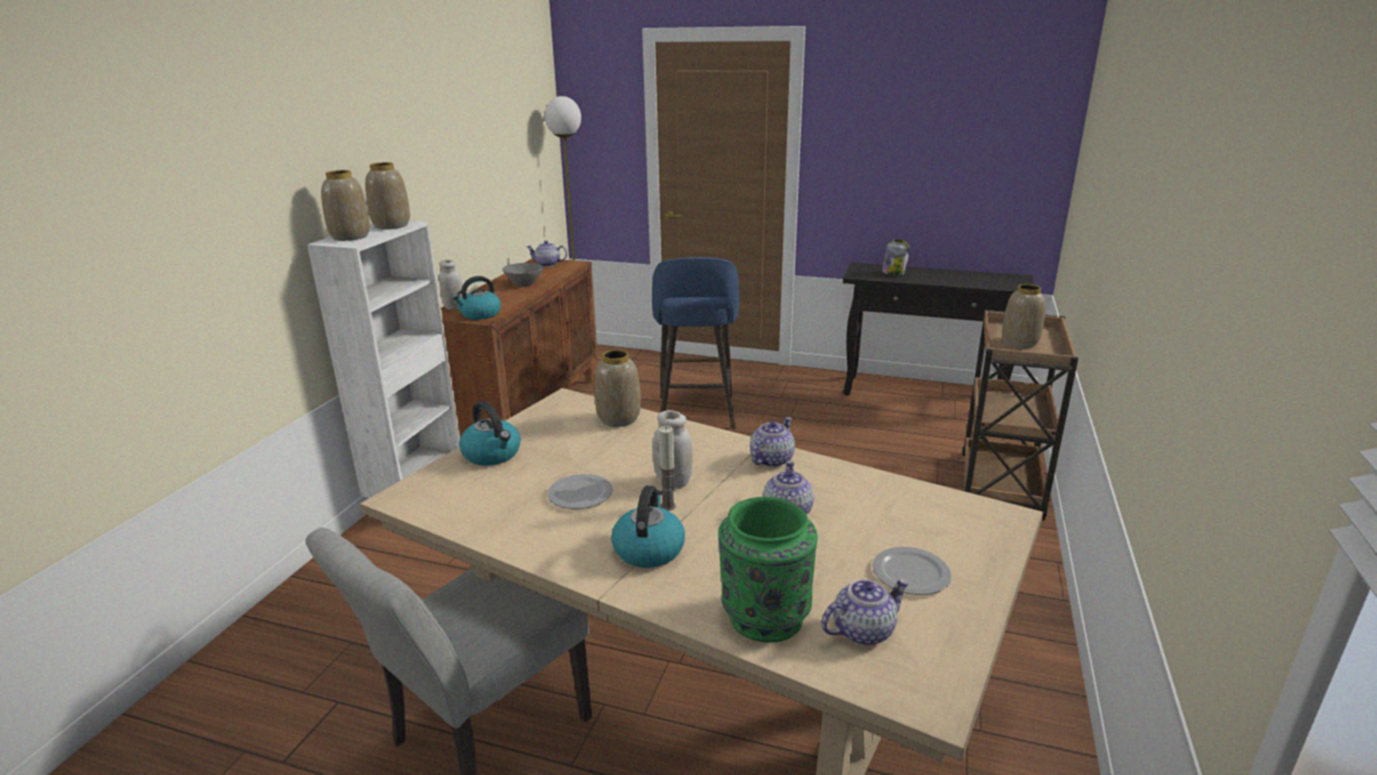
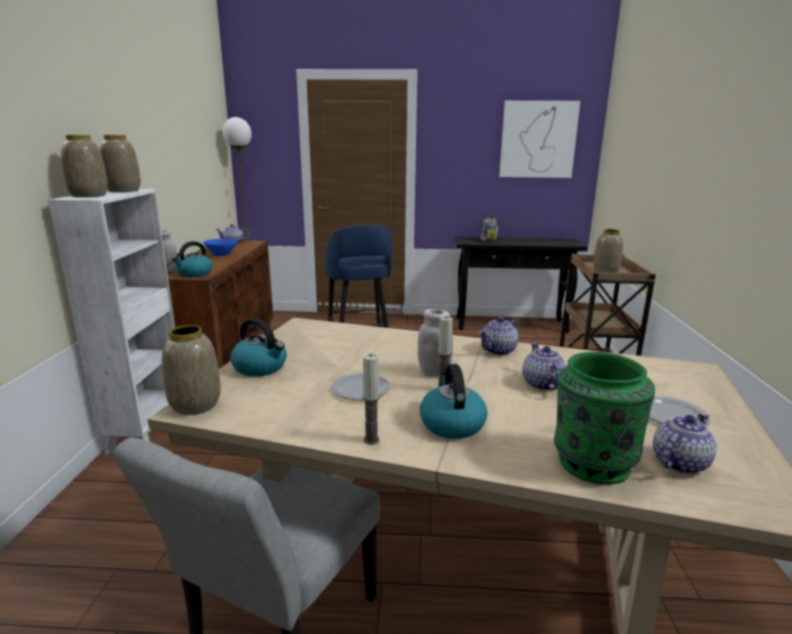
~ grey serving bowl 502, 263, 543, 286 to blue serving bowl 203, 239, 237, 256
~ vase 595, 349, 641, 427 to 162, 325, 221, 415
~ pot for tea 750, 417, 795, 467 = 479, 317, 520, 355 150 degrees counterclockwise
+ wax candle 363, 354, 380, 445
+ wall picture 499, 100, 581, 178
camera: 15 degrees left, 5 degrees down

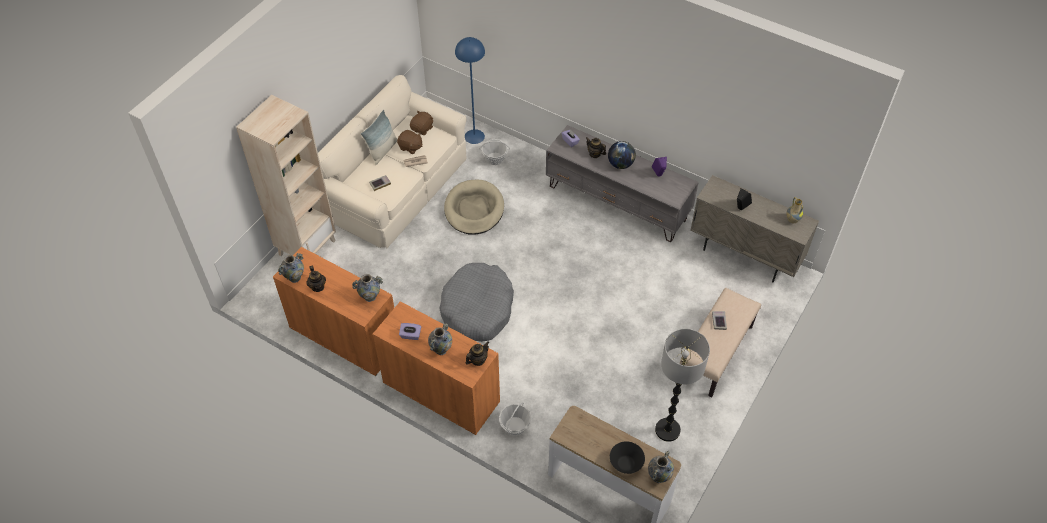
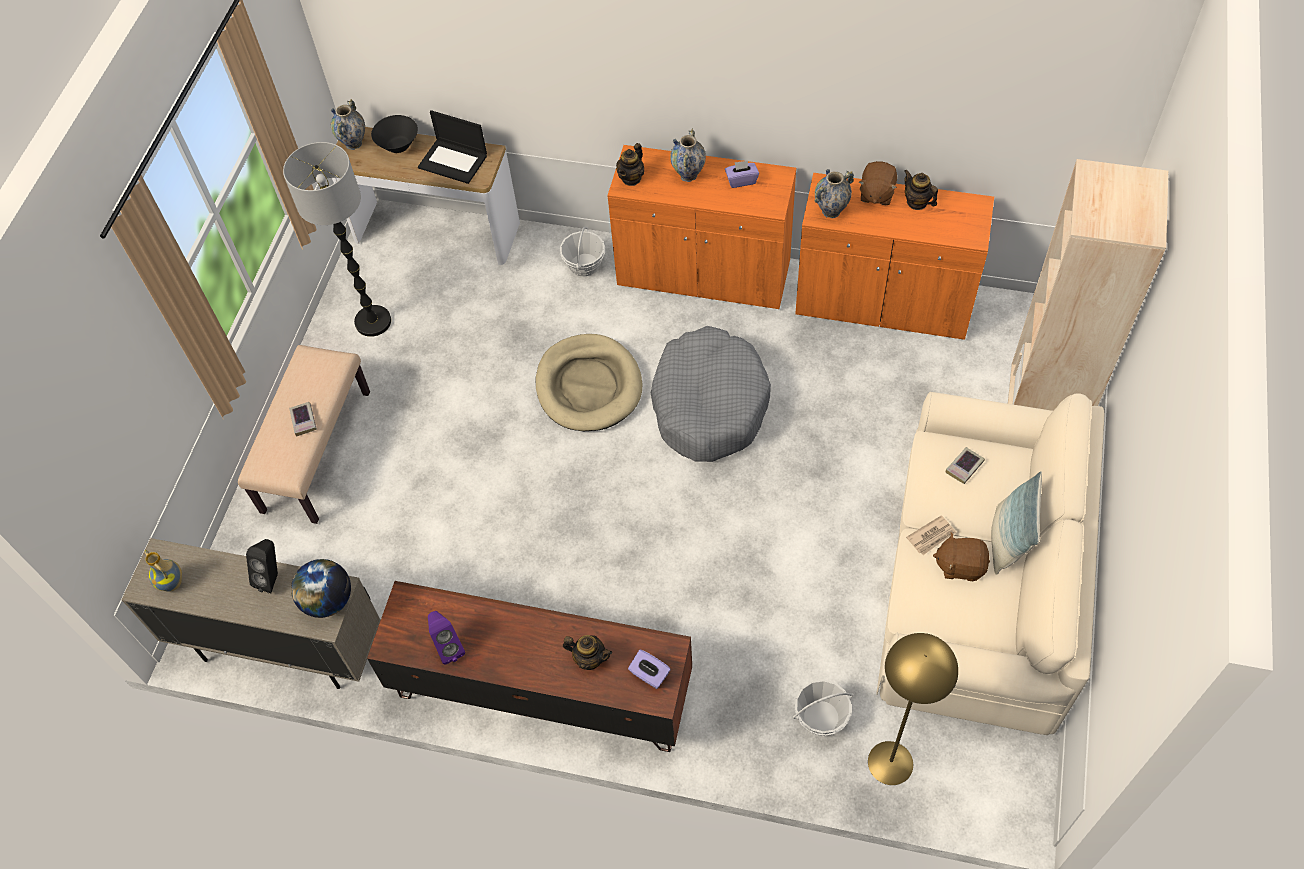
- vase 278, 253, 304, 283
~ brown-coloured cuddly toy 410, 111, 434, 135 to 859, 161, 897, 205
~ beige pet bed 444, 180, 504, 235 to 536, 334, 642, 431
~ blue standard lamp 455, 37, 485, 144 to yellowish standard lamp 868, 633, 958, 785
~ grey tv stand 546, 125, 699, 242 to brown-coloured tv stand 367, 581, 692, 752
~ globe 608, 141, 636, 169 to 291, 559, 351, 618
+ laptop 418, 110, 487, 184
camera: 165 degrees right, 5 degrees up

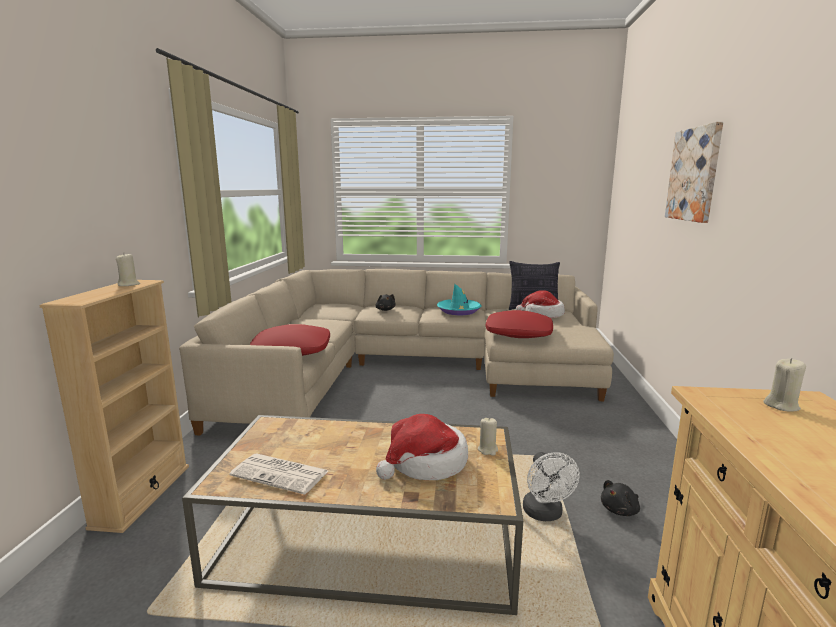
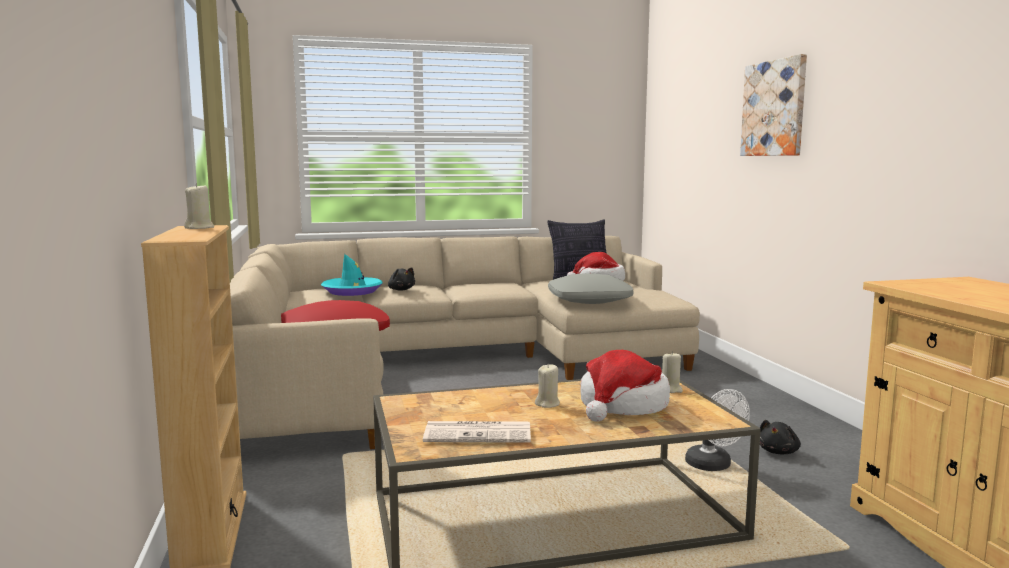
~ turquoise-coloured wearable hat 437, 284, 482, 315 to 321, 254, 382, 296
~ red-coloured throw pillow 486, 310, 553, 338 to grey throw pillow 548, 273, 634, 304
~ beige wax candle 763, 358, 806, 411 to 535, 364, 560, 408
camera: 20 degrees left, 5 degrees down

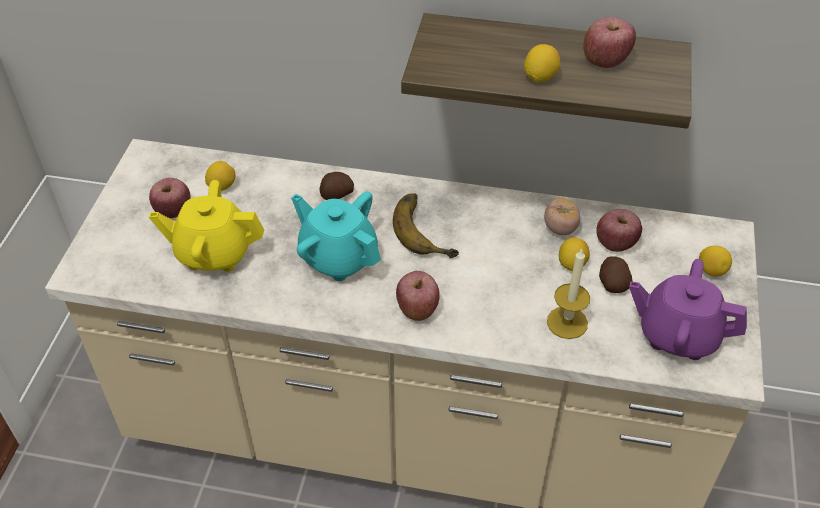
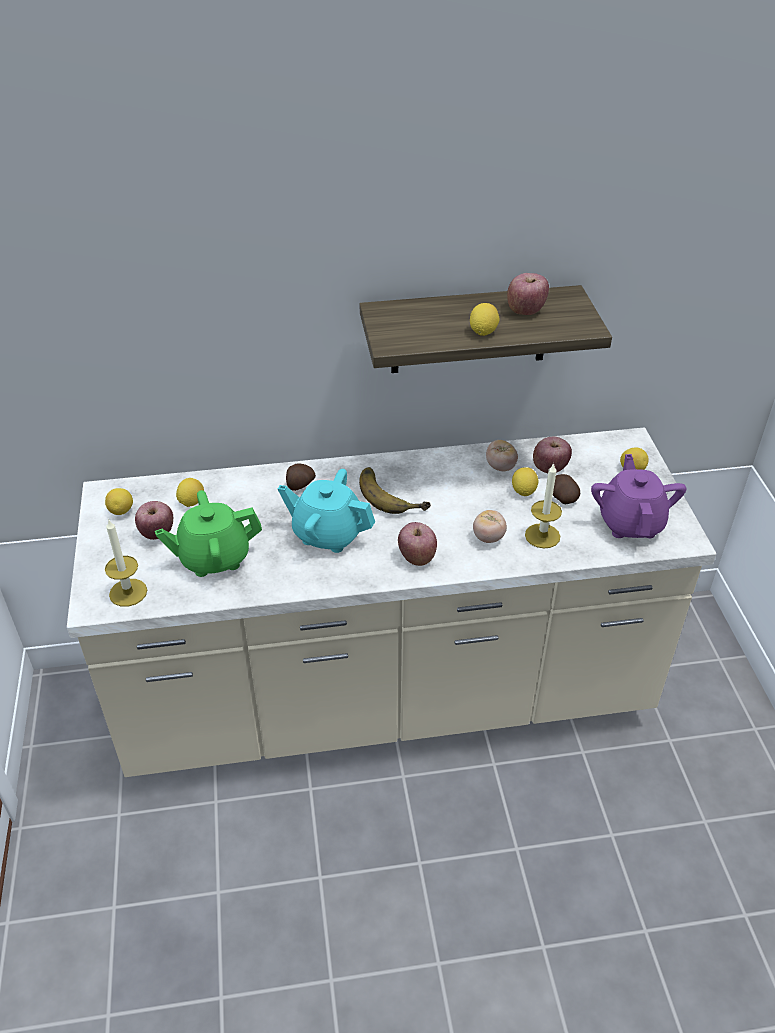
~ yellowish pot for tea 149, 180, 264, 272 to green-coloured pot for tea 155, 490, 262, 577
~ purplish pot for tea 629, 259, 747, 360 = 591, 454, 686, 538 90 degrees clockwise
+ lemon 105, 488, 133, 515
+ wax candle 105, 519, 147, 607
+ tomato 473, 510, 507, 543
camera: 20 degrees left, 5 degrees down

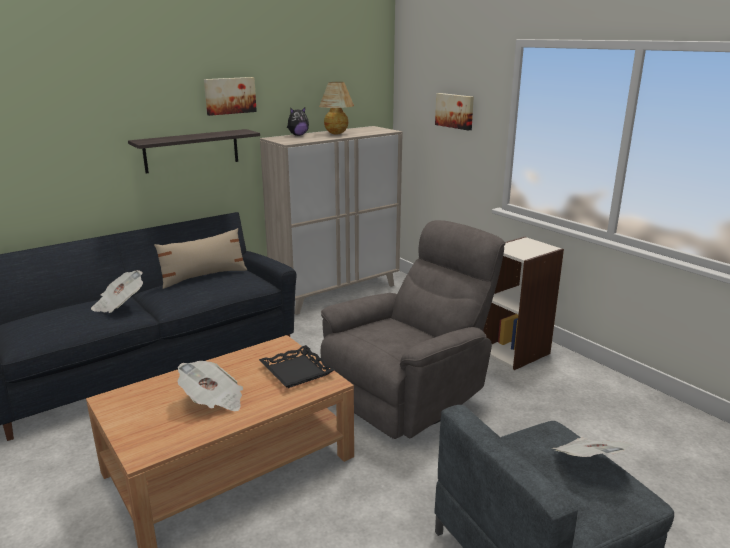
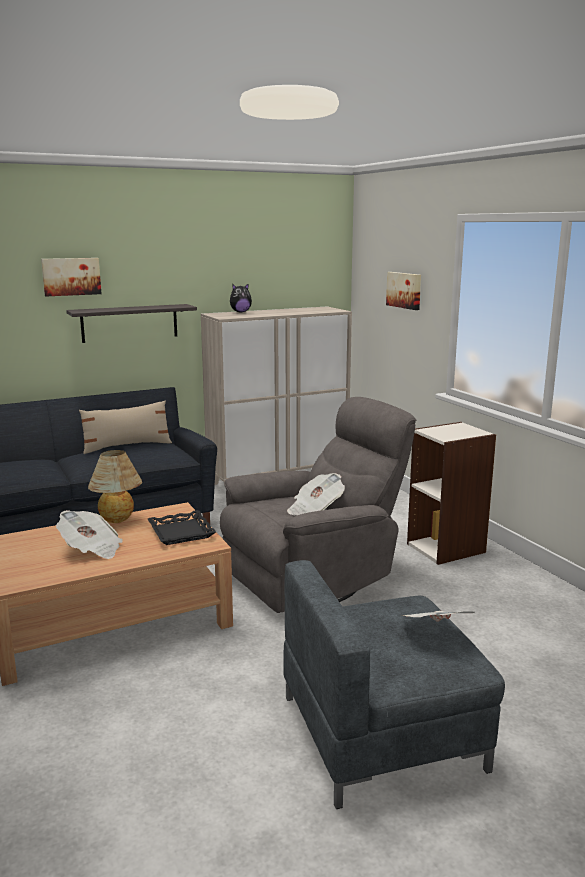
~ printed paper 91, 270, 143, 313 to 287, 473, 345, 515
~ wall picture 204, 77, 257, 116 to 41, 258, 101, 296
~ lamp for a table 319, 82, 354, 135 to 88, 450, 142, 523
camera: 10 degrees right, 5 degrees down

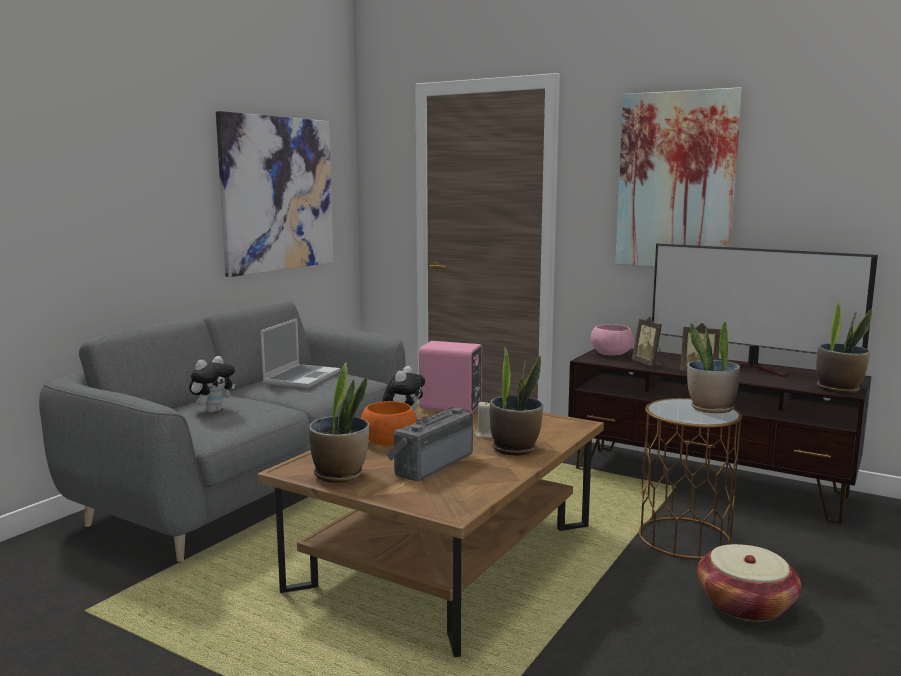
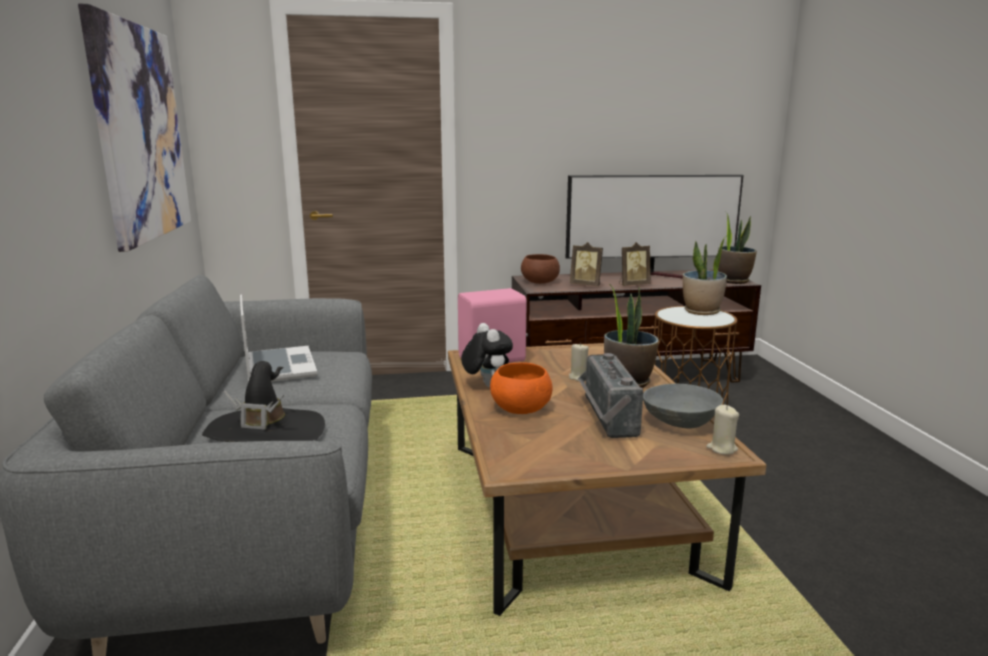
~ cuddly toy 189, 356, 235, 413 to blackish wearable hat 202, 361, 325, 442
- potted plant 309, 362, 369, 483
~ pink serving bowl 591, 324, 634, 356 to brown-coloured serving bowl 521, 254, 560, 284
- wall picture 616, 87, 742, 267
- storage basket 697, 544, 801, 622
+ grey serving bowl 643, 384, 723, 429
+ beige wax candle 706, 405, 739, 455
camera: 40 degrees left, 5 degrees up

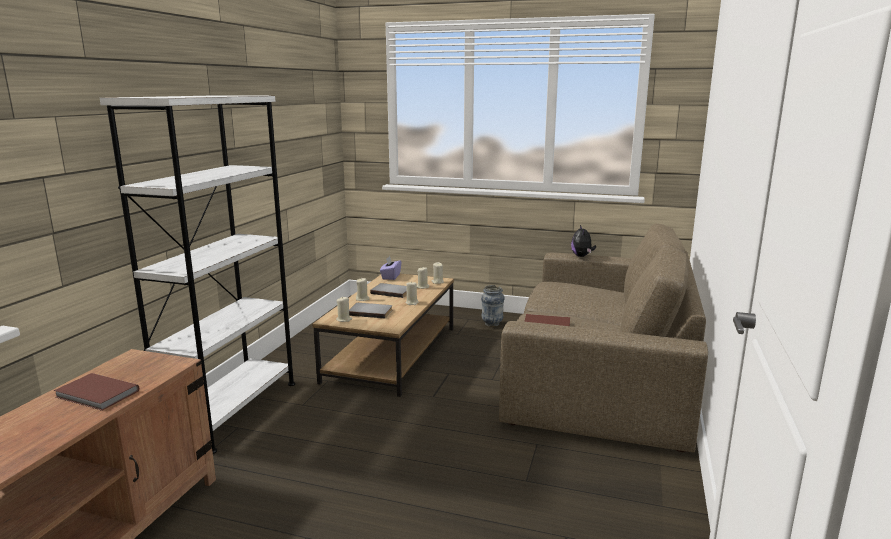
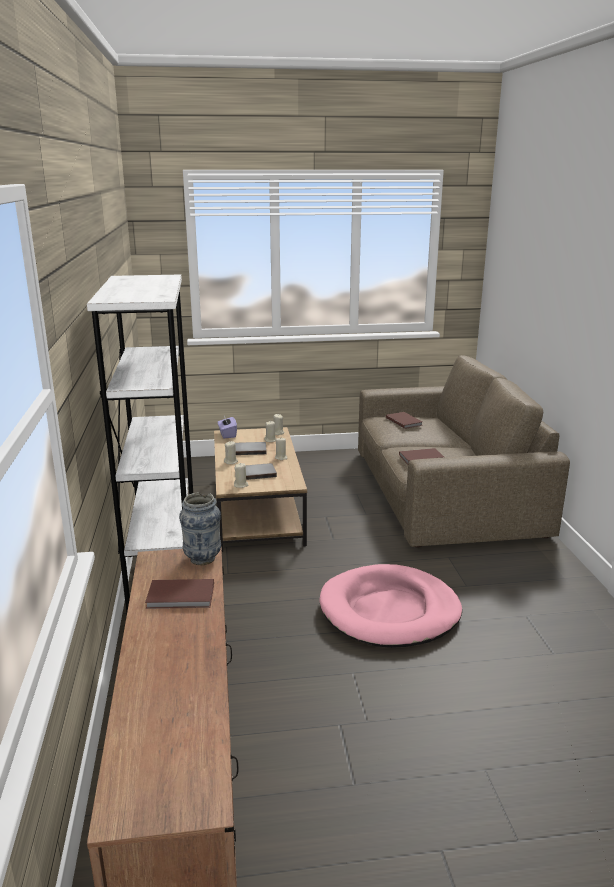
~ vase 481, 285, 505, 327 to 179, 492, 221, 565
- cuddly toy 571, 225, 596, 257
+ pink pet bed 319, 564, 462, 648
+ brown-coloured book 386, 412, 423, 429
camera: 25 degrees left, 5 degrees up

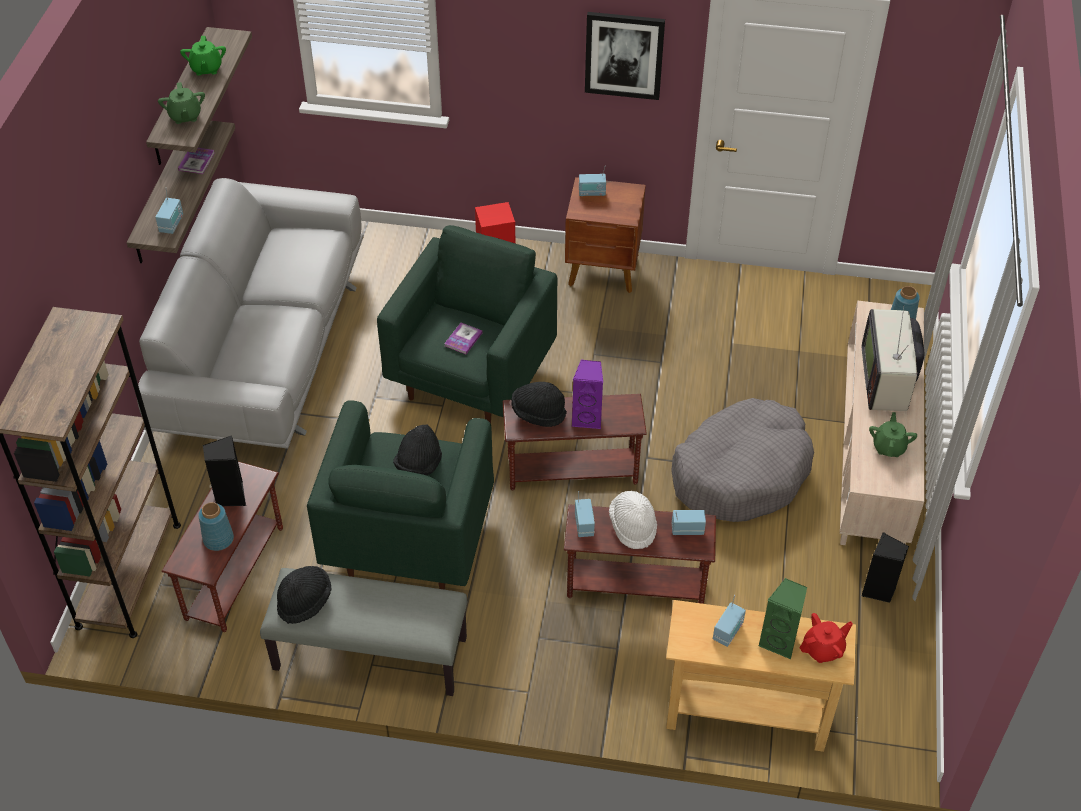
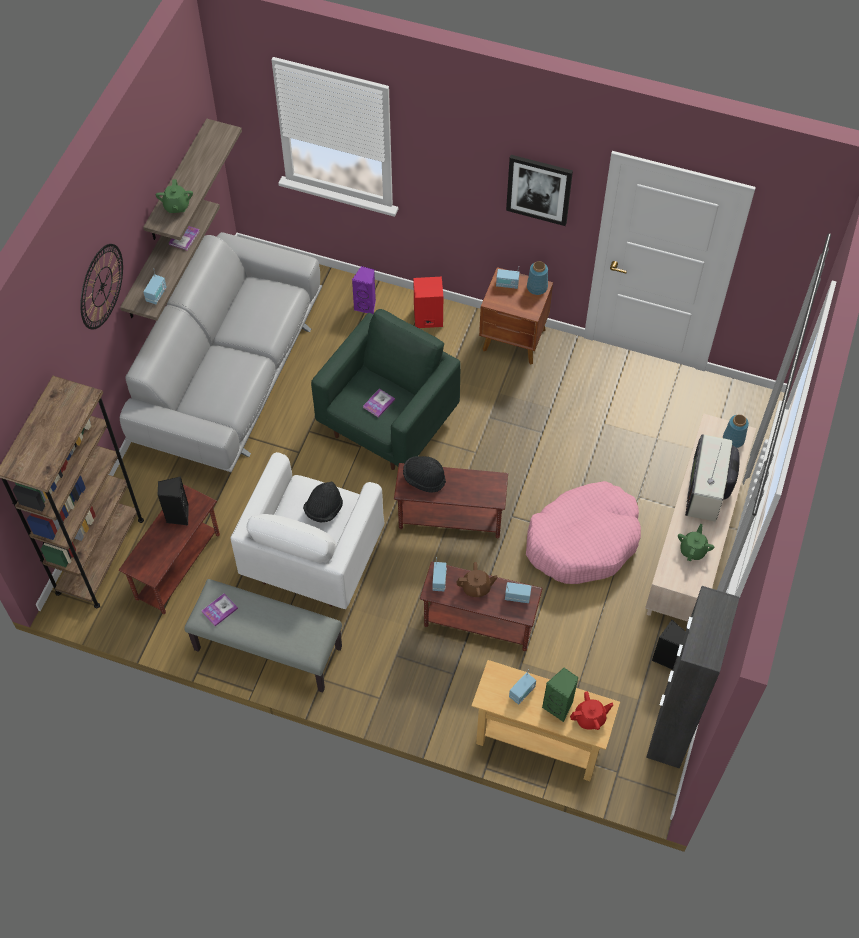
- green-coloured pot for tea 180, 36, 226, 76
~ blue vase 198, 502, 234, 551 to 527, 261, 548, 295
~ blackish wearable hat 277, 566, 331, 624 to book 202, 593, 238, 626
~ green-coloured easy chair 307, 400, 494, 590 to white-coloured easy chair 230, 452, 384, 609
~ purplish audio speaker 571, 360, 603, 429 to 352, 266, 376, 314
~ white-coloured wearable hat 609, 491, 657, 549 to brown-coloured pot for tea 457, 562, 498, 597
~ grey pet bed 671, 398, 814, 522 to pink pet bed 526, 481, 641, 584
+ clock on the wall 80, 244, 123, 330
+ blackish storage cabinet 646, 586, 740, 768
camera: 10 degrees right, 10 degrees up

